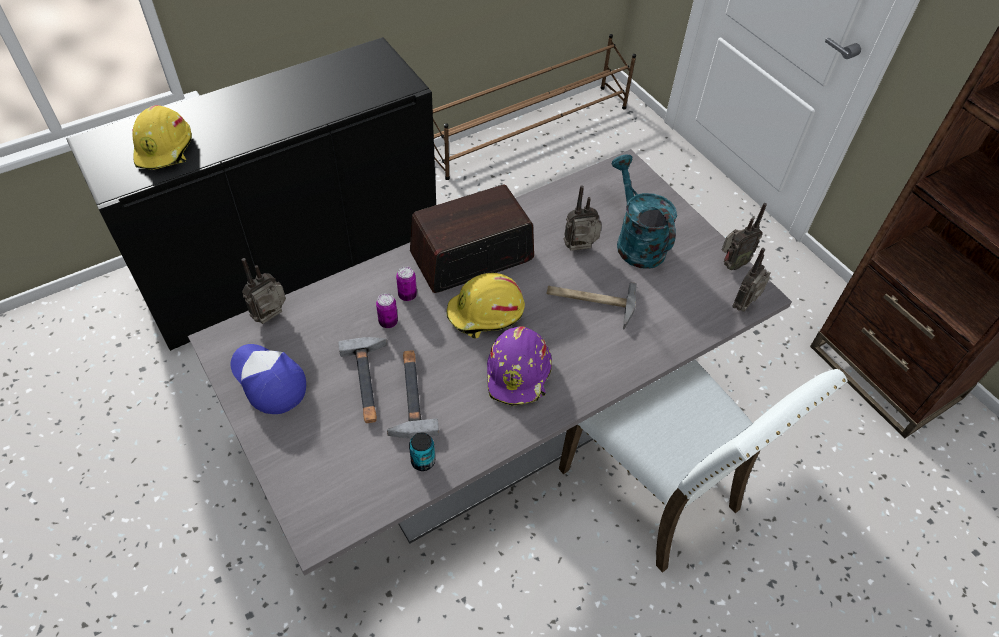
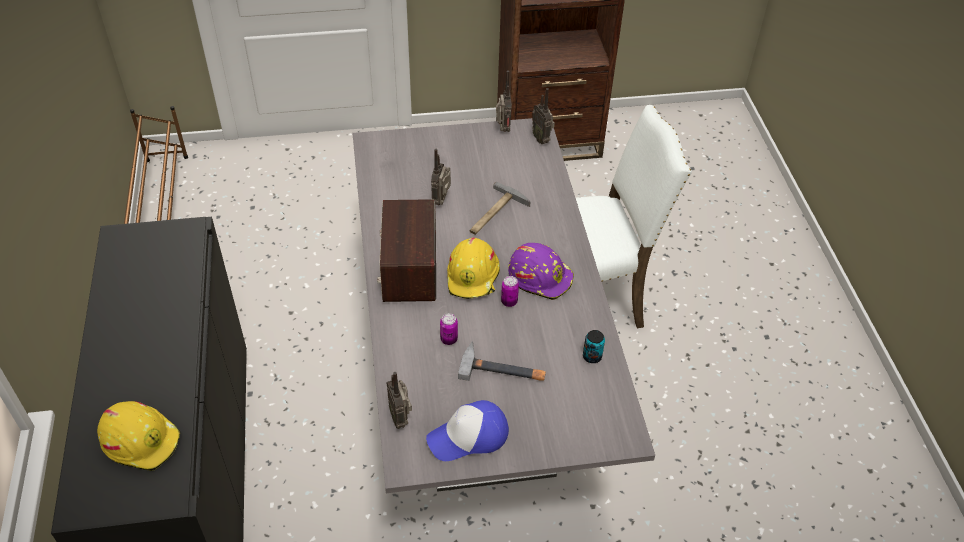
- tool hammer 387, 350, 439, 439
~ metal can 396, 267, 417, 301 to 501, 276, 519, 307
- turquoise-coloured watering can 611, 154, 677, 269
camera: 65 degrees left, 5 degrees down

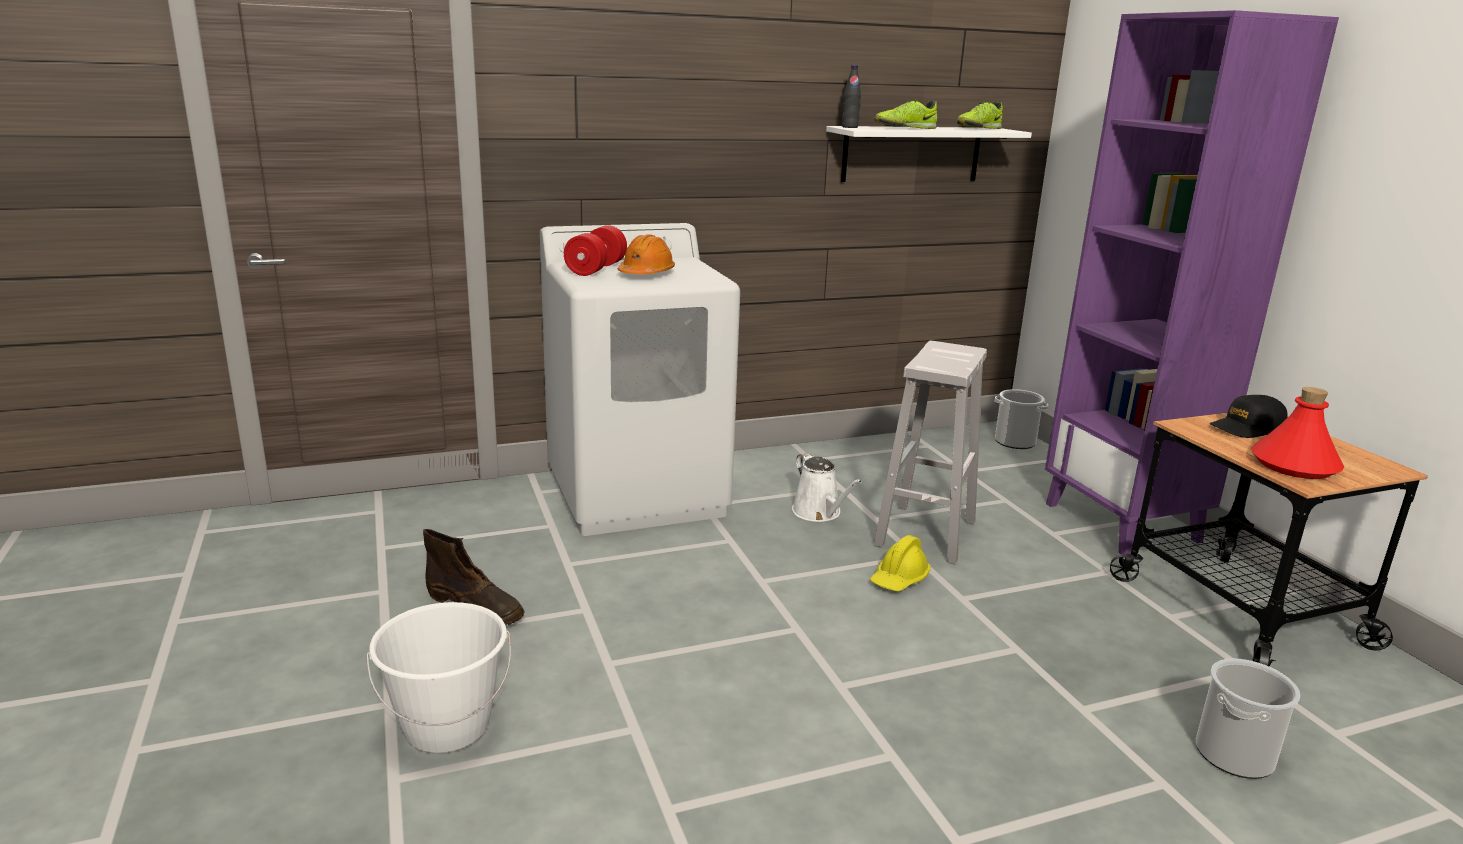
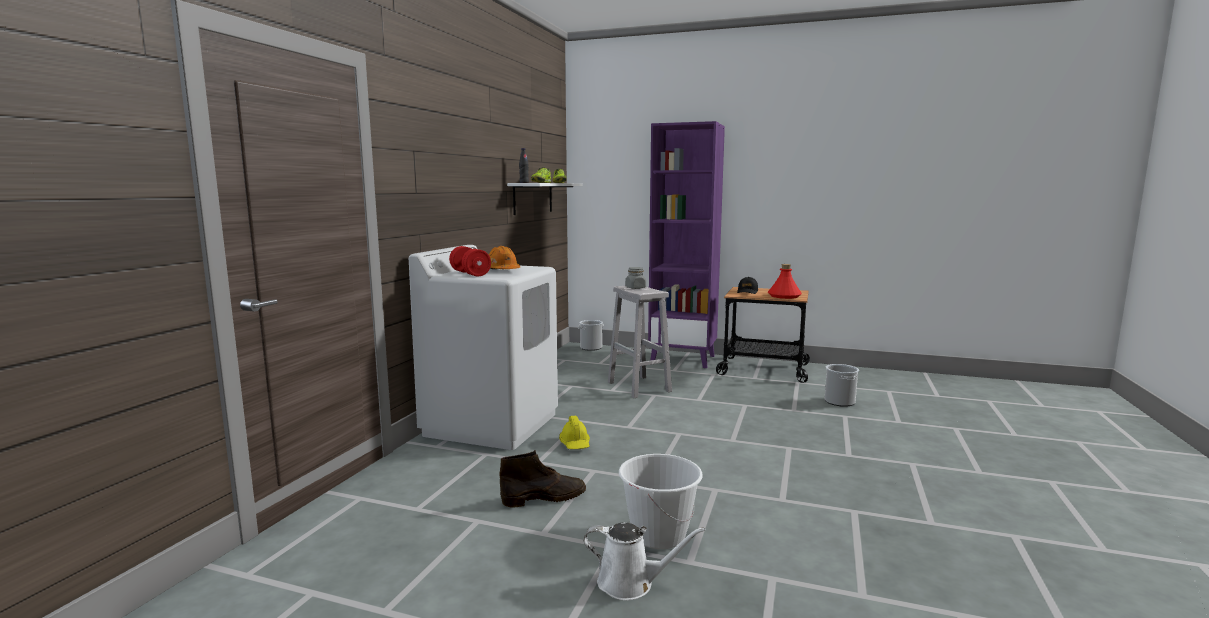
~ white-coloured watering can 792, 453, 862, 522 to 583, 522, 705, 600
~ yellowish safety helmet 870, 535, 931, 591 to 559, 416, 590, 449
+ grey storage jar 625, 267, 646, 289
camera: 50 degrees left, 10 degrees down

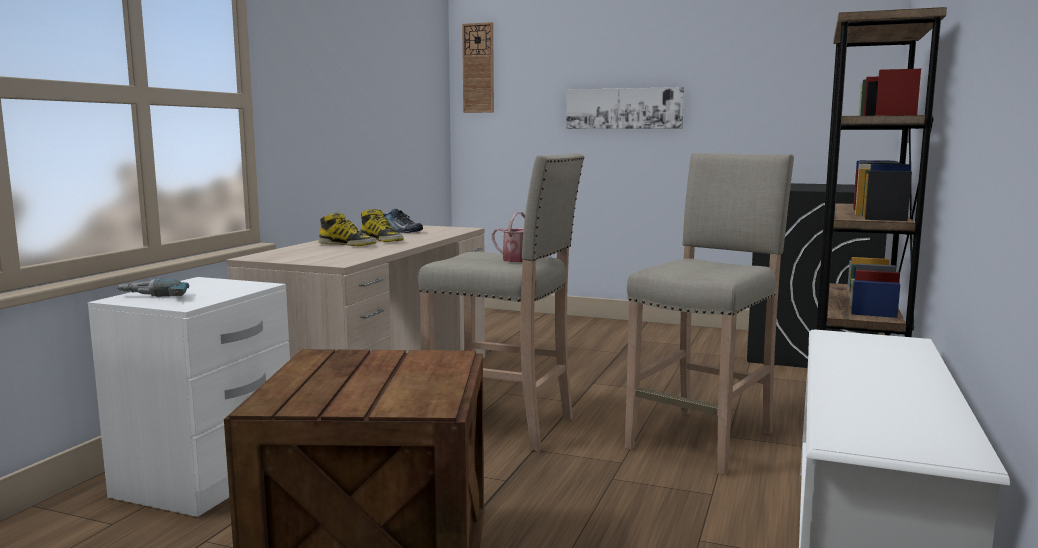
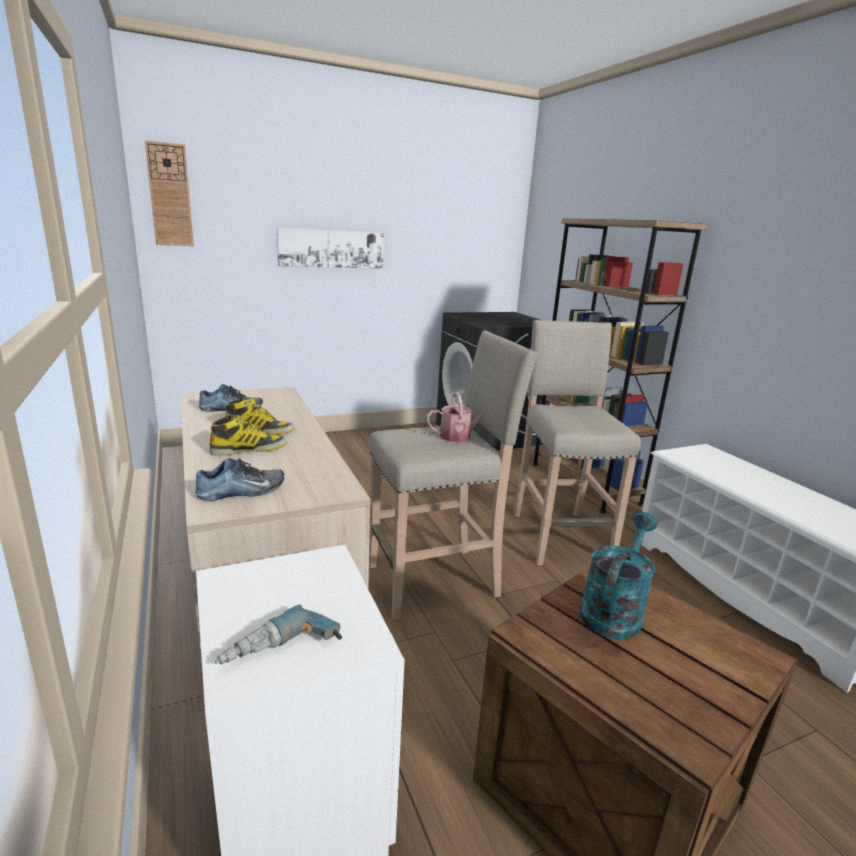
+ shoe 195, 458, 284, 501
+ turquoise-coloured watering can 580, 512, 658, 639
camera: 45 degrees left, 10 degrees up

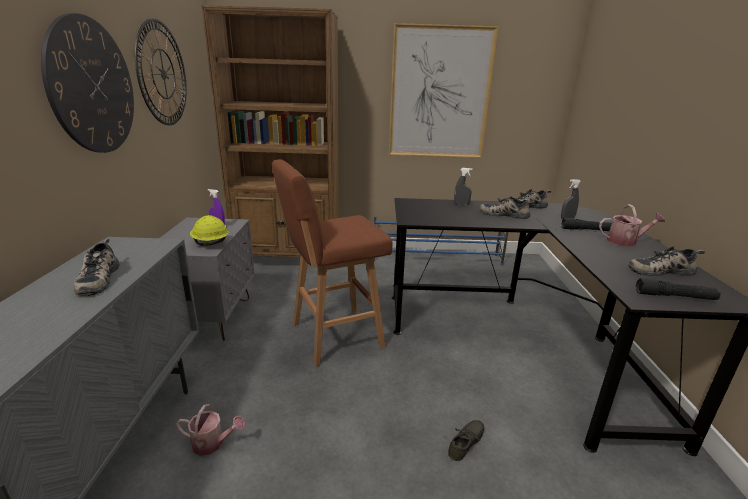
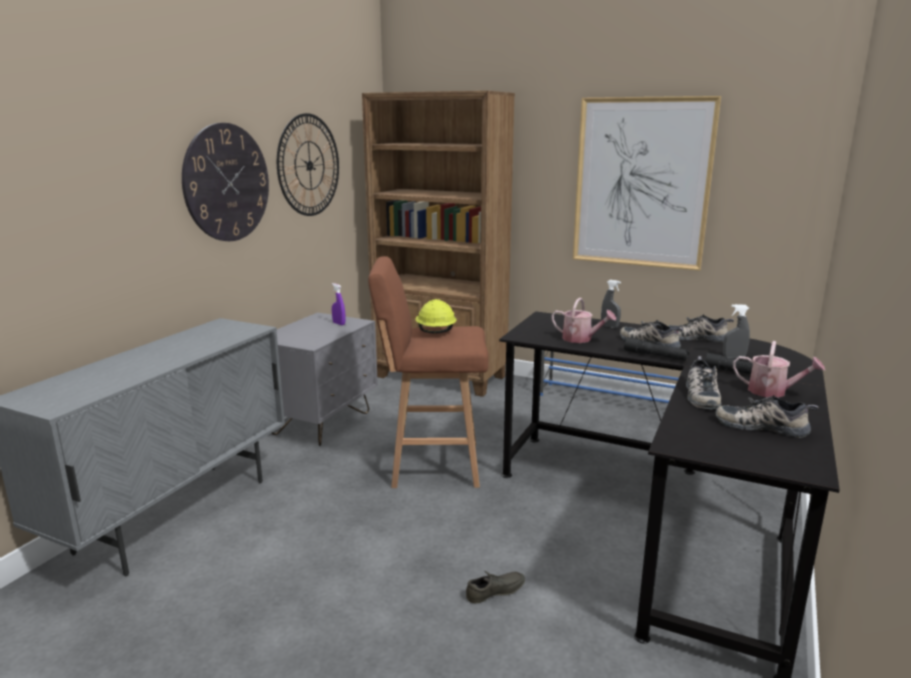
~ shoe 73, 239, 120, 296 to 686, 356, 722, 410
~ watering can 176, 404, 246, 456 to 552, 298, 616, 343
~ yellowish safety helmet 190, 215, 229, 246 to 415, 299, 457, 334
~ blackish flashlight 636, 278, 721, 300 to 624, 337, 690, 361
camera: 25 degrees right, 5 degrees down

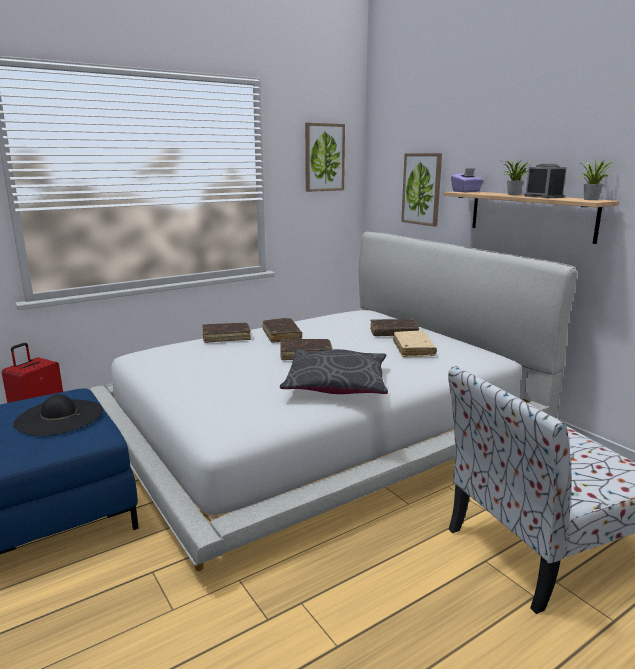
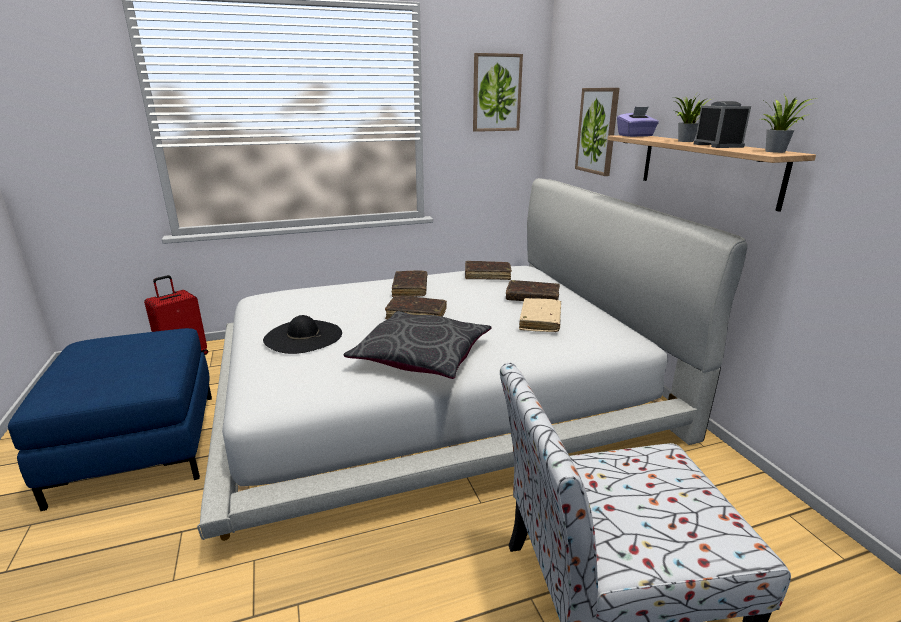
~ blackish wearable hat 13, 394, 103, 436 to 263, 315, 342, 354
~ brown-coloured book 202, 323, 251, 343 to 465, 261, 512, 280
camera: 15 degrees right, 5 degrees up

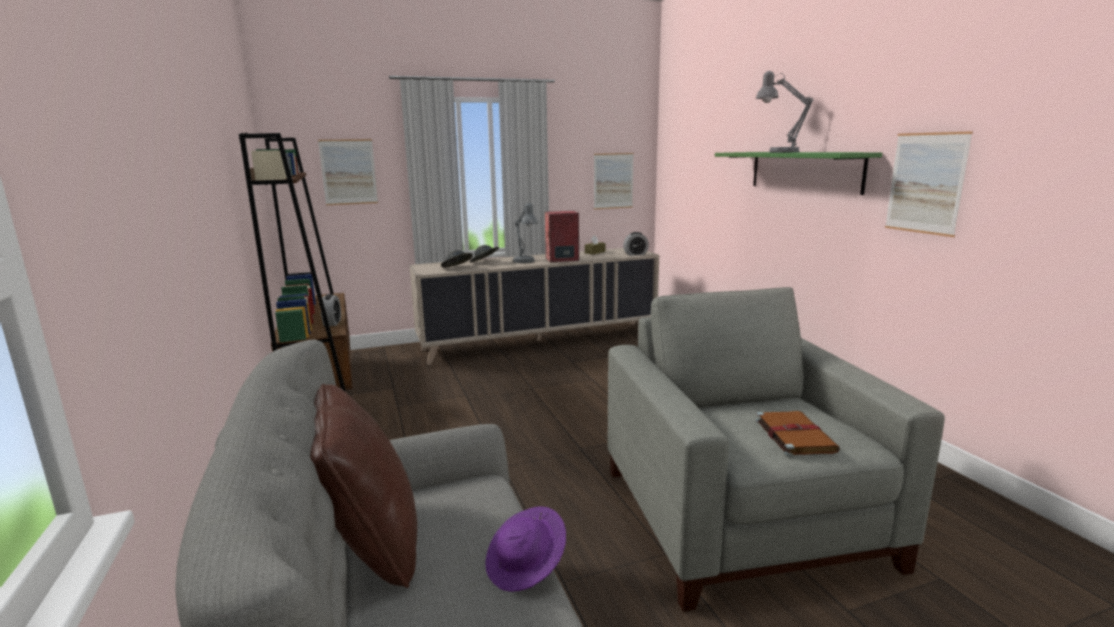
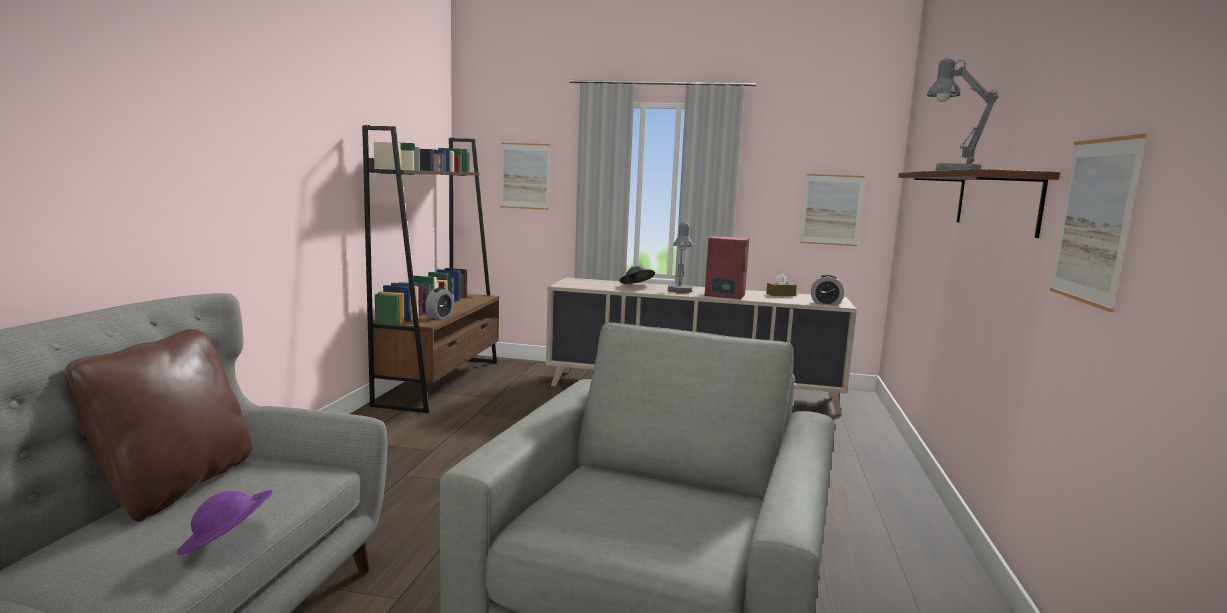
- grey wearable hat 441, 250, 473, 268
~ green-coloured shelf 715, 152, 882, 195 to brown-coloured shelf 898, 169, 1060, 238
- brown-coloured book 756, 411, 840, 456
camera: 30 degrees right, 5 degrees down

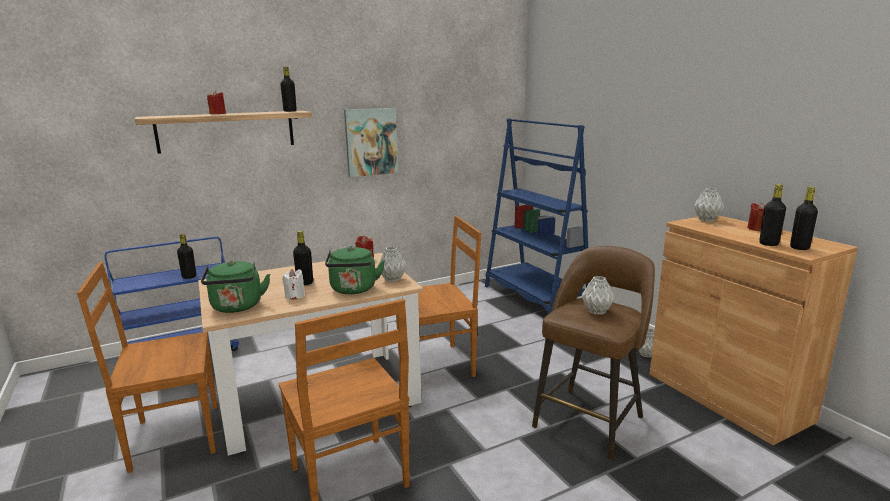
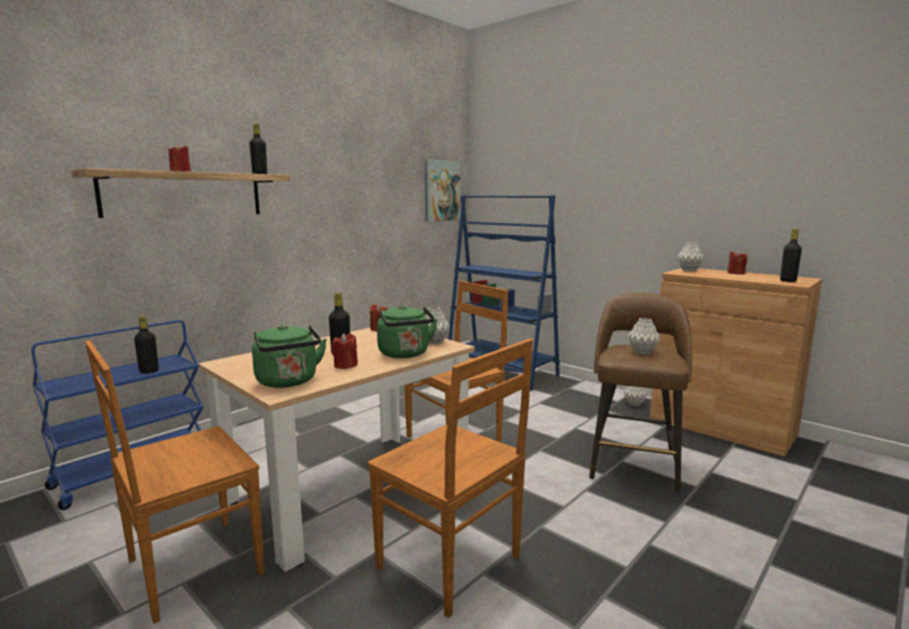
~ white-coloured wax candle 282, 269, 305, 300 to red-coloured wax candle 331, 333, 358, 369
~ wall picture 344, 108, 398, 177 to 425, 159, 460, 222
- blackish bottle 759, 184, 786, 246
camera: 20 degrees left, 5 degrees down

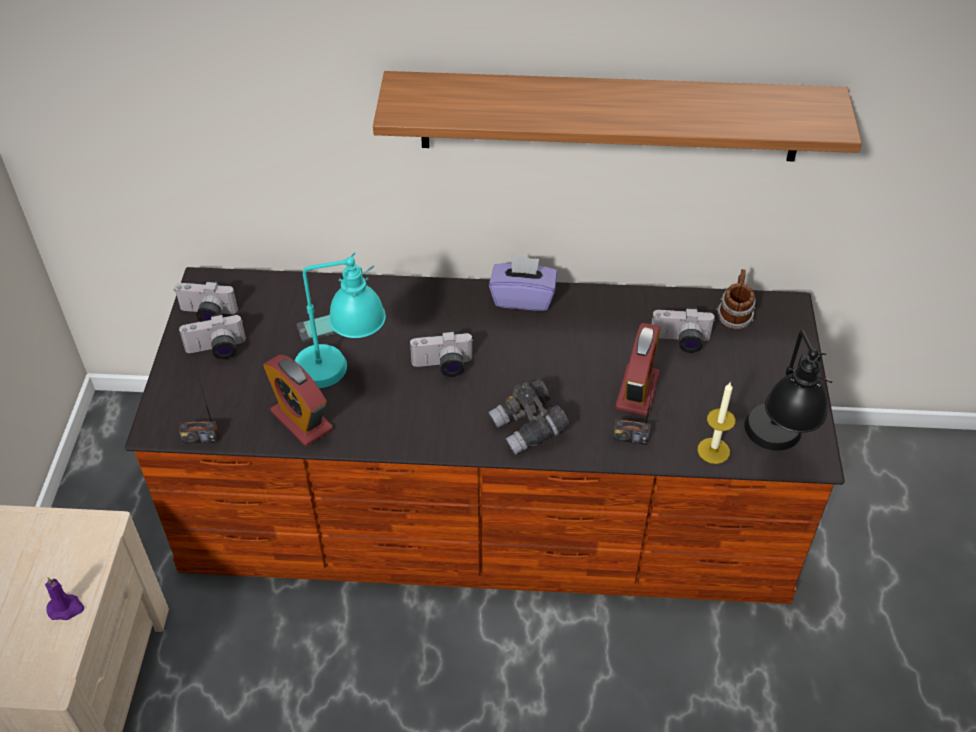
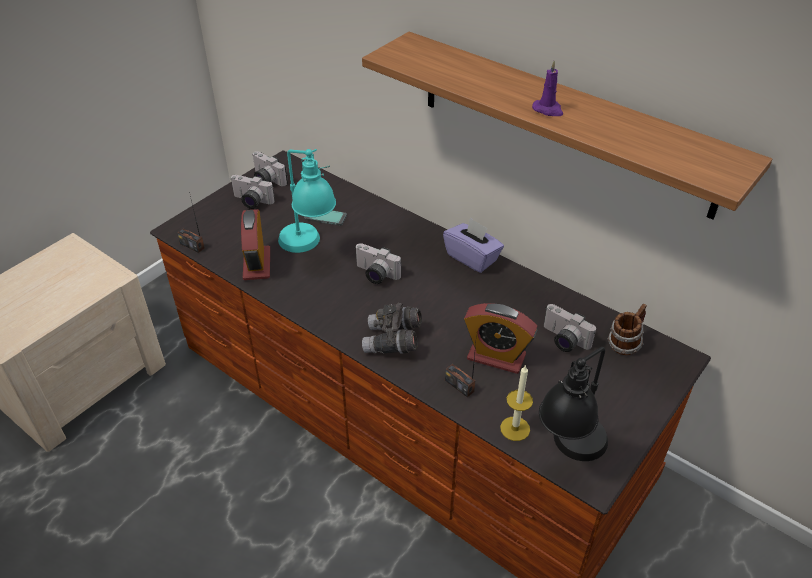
~ purplish wax candle 45, 577, 84, 620 to 532, 61, 563, 116
~ table clock 615, 323, 660, 416 = 464, 303, 537, 374 60 degrees clockwise
camera: 35 degrees right, 5 degrees down

